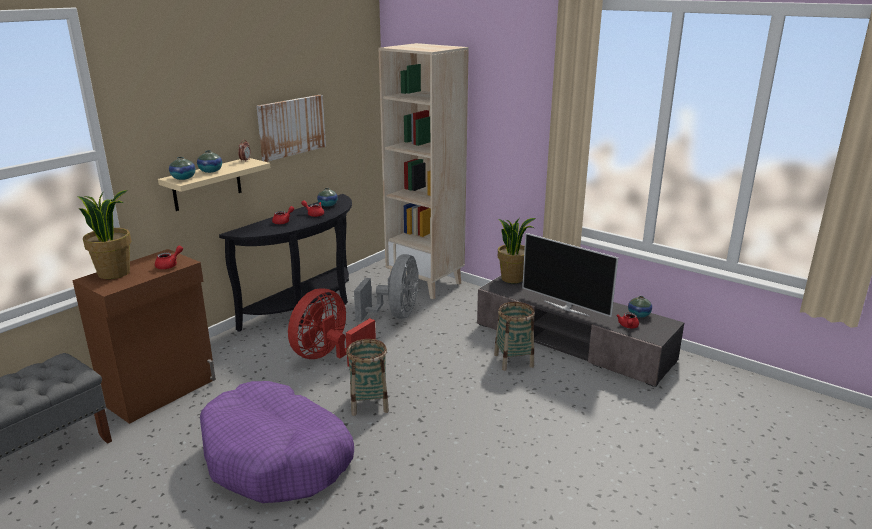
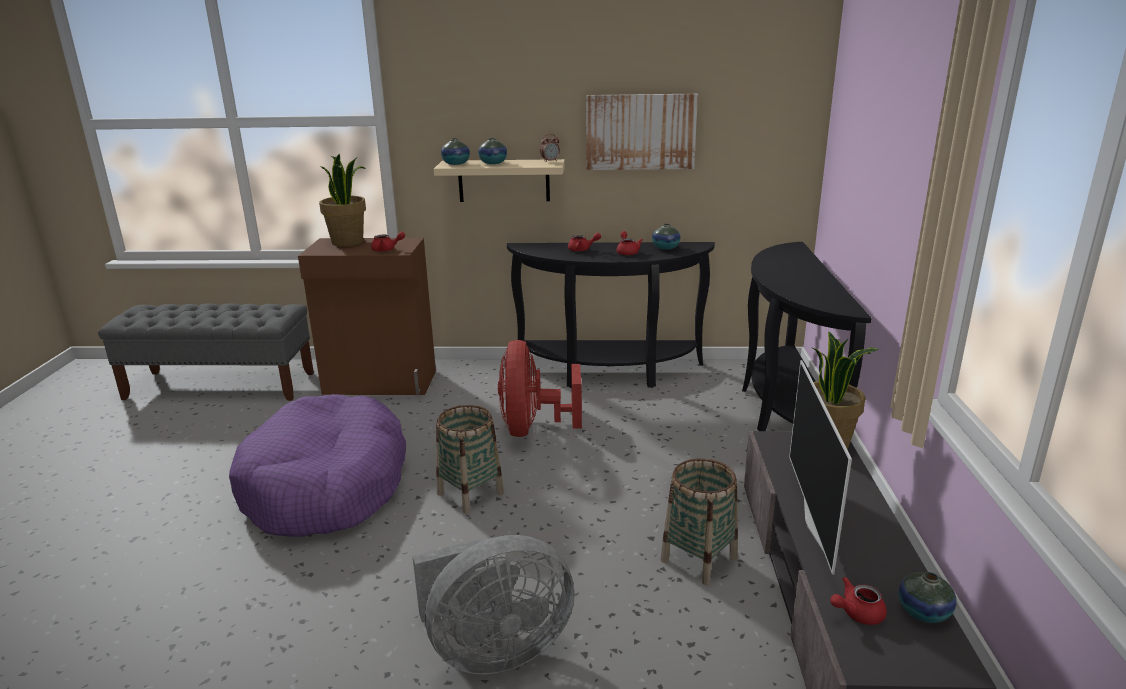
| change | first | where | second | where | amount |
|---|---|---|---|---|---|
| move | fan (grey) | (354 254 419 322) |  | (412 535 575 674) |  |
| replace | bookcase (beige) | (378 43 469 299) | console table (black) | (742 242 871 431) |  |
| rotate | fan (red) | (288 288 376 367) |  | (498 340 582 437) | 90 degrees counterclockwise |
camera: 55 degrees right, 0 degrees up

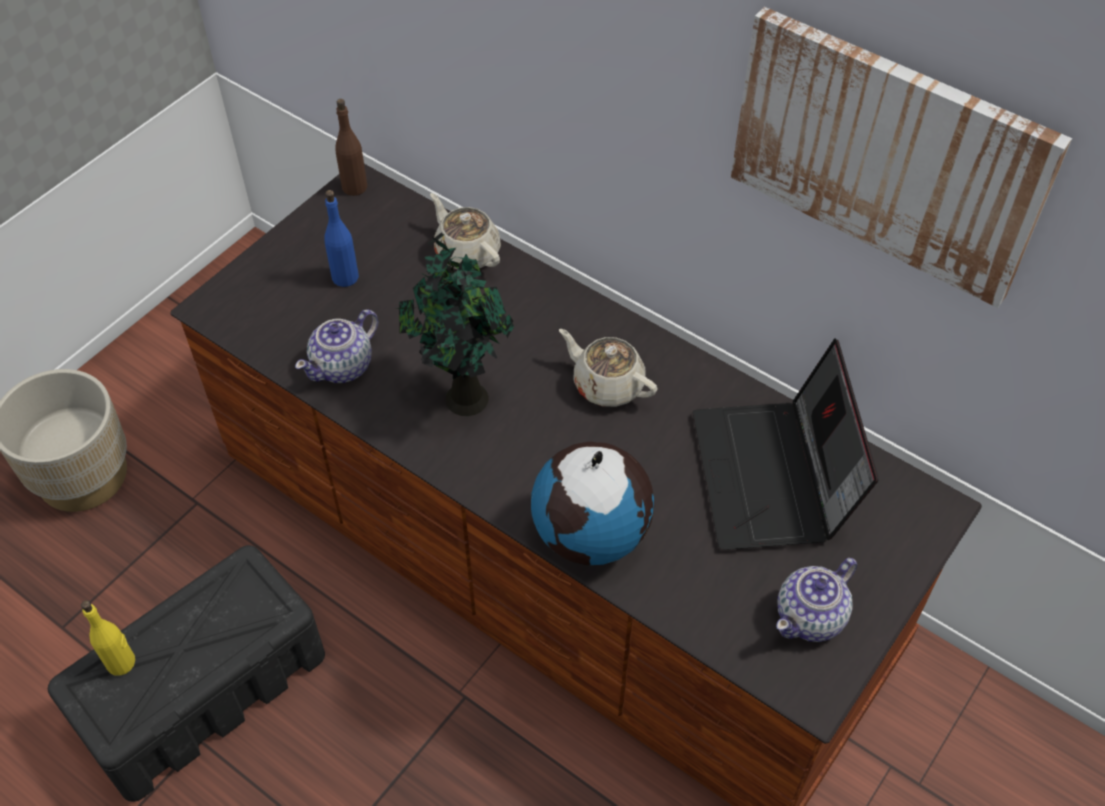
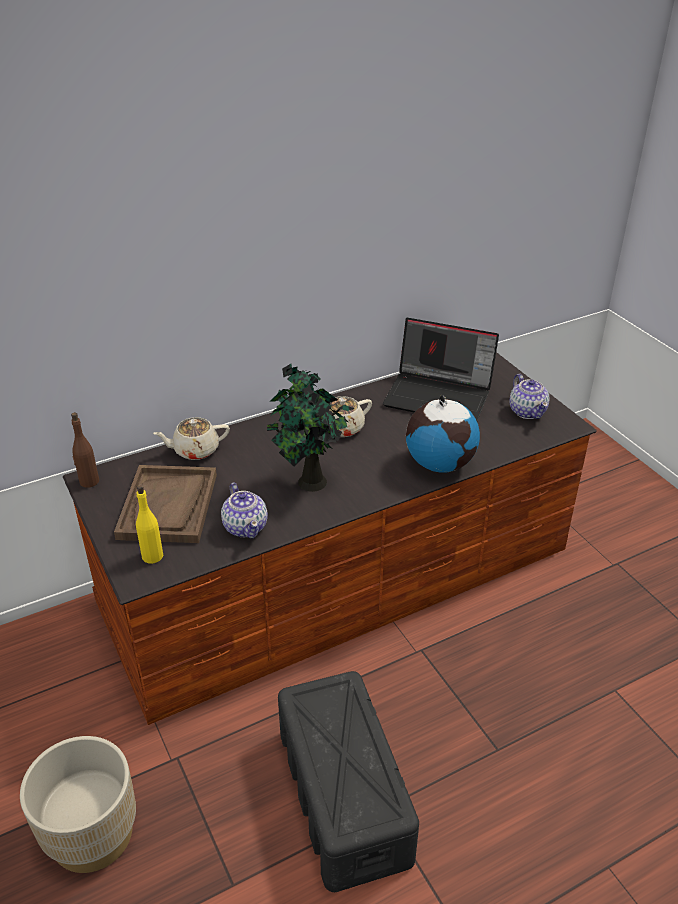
| change | first | where | second | where | amount |
|---|---|---|---|---|---|
| delete | picture | (731 7 1072 308) |  |  |  |
| move | bottle (yellow) | (81 600 135 676) |  | (136 484 163 564) |  |
| replace | bottle (blue) | (324 190 359 287) | tray (brown) | (114 465 217 543) |  |
camera: 65 degrees left, 15 degrees down

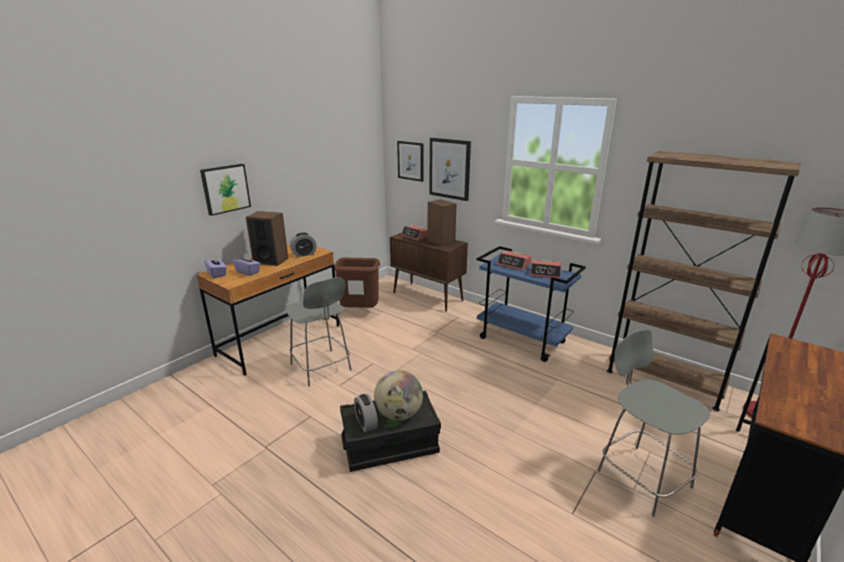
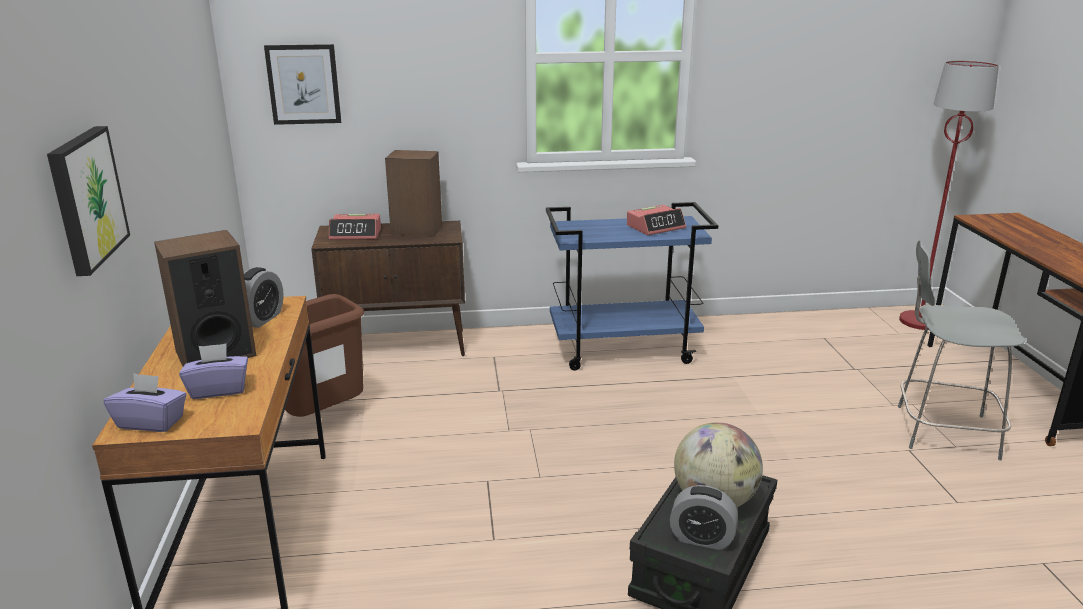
| change | first | where | second | where | amount |
|---|---|---|---|---|---|
| delete | chair (grey) | (285 277 352 387) |  |  |  |
| delete | picture | (429 138 471 201) |  |  |  |
| delete | alarm clock | (497 251 532 270) |  |  |  |
| delete | bookcase (brown) | (607 151 801 411) |  |  |  |
camera: 45 degrees left, 0 degrees up

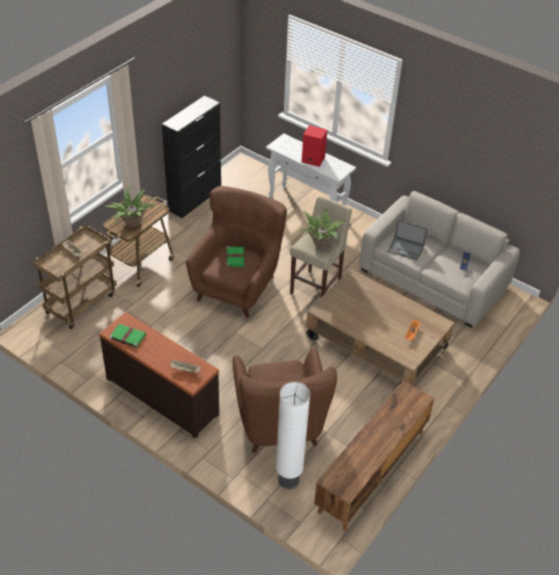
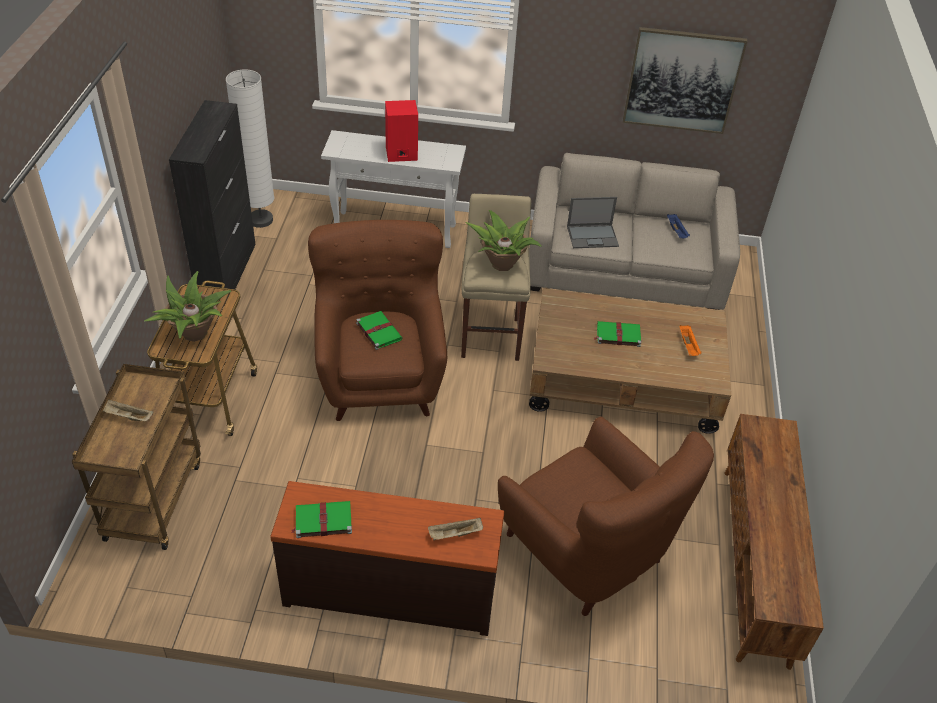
| change | first | where | second | where | amount |
|---|---|---|---|---|---|
| insert |  |  | book (green) | (593 321 642 347) |  |
| insert |  |  | picture | (623 27 747 134) |  |
| move | floor lamp (white) | (276 382 310 489) |  | (226 69 274 228) |  |
camera: 30 degrees left, 0 degrees up

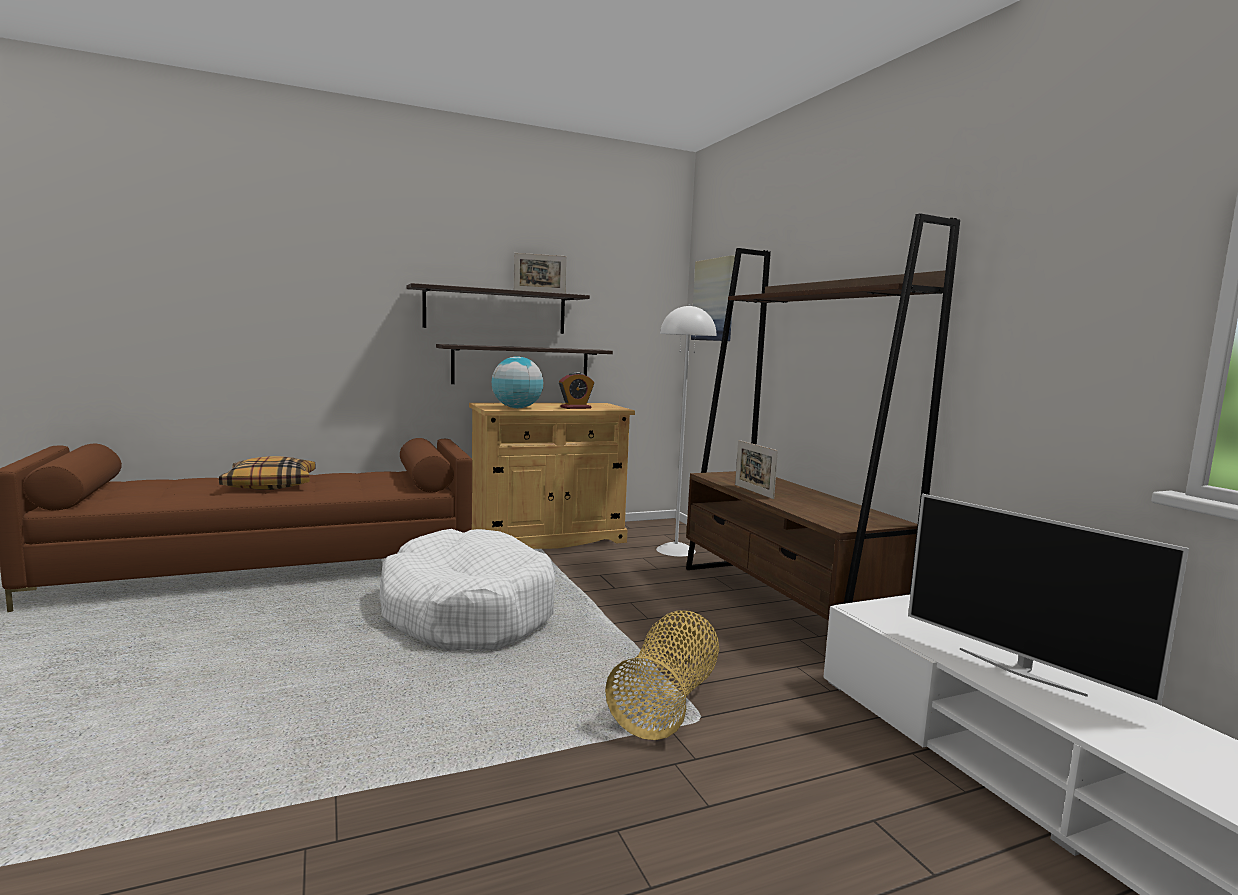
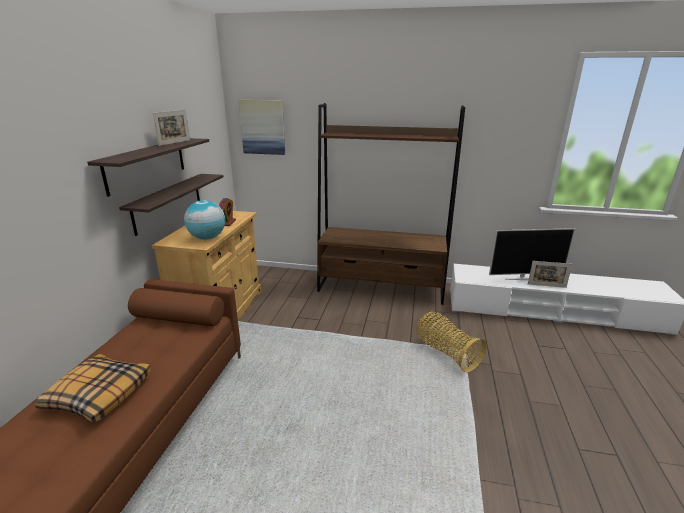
| change | first | where | second | where | amount |
|---|---|---|---|---|---|
| delete | dog bed (white) | (379 529 555 651) |  |  |  |
| delete | floor lamp (white) | (656 304 716 557) |  |  |  |
| move | picture frame | (735 440 778 499) |  | (528 261 572 288) |  |
camera: 55 degrees left, 15 degrees up

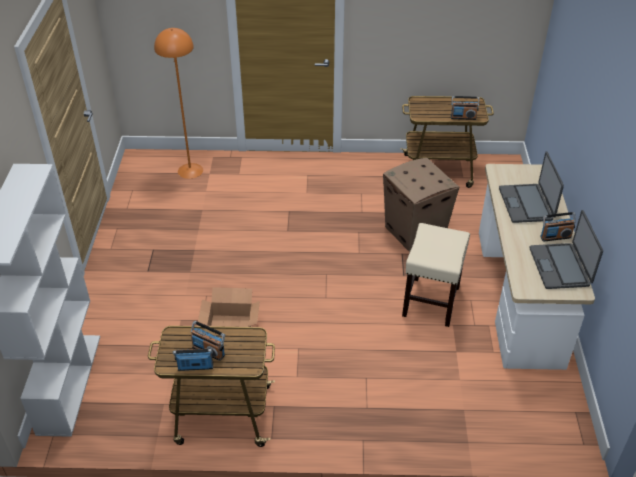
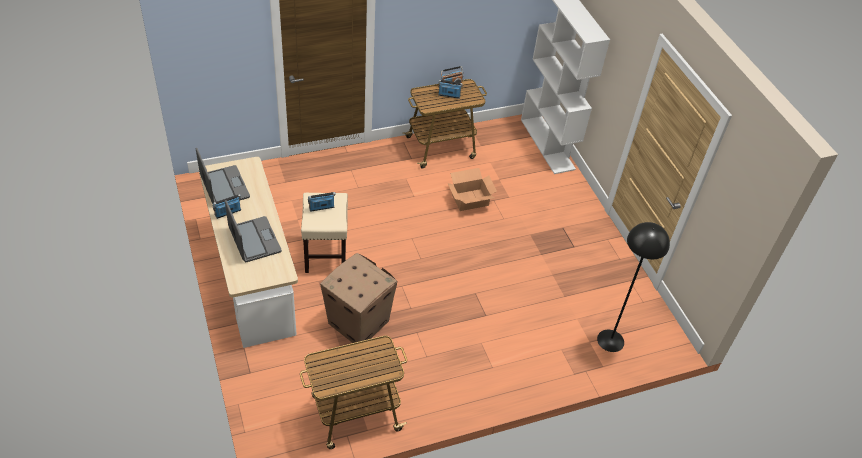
| change | first | where | second | where | amount |
|---|---|---|---|---|---|
| move | radio | (451 96 480 120) |  | (308 192 335 212) |  |
| recolor | floor lamp (orange) | (154 28 203 179) | floor lamp (black) | (597 222 670 352) |  |
camera: 155 degrees right, 5 degrees up

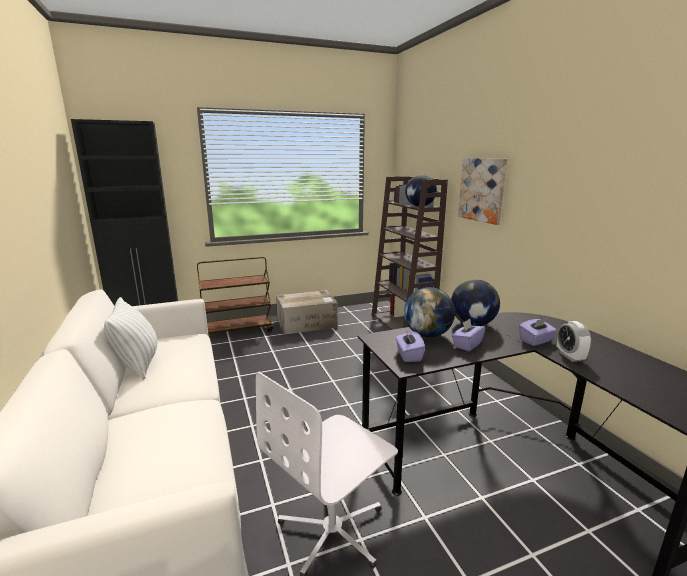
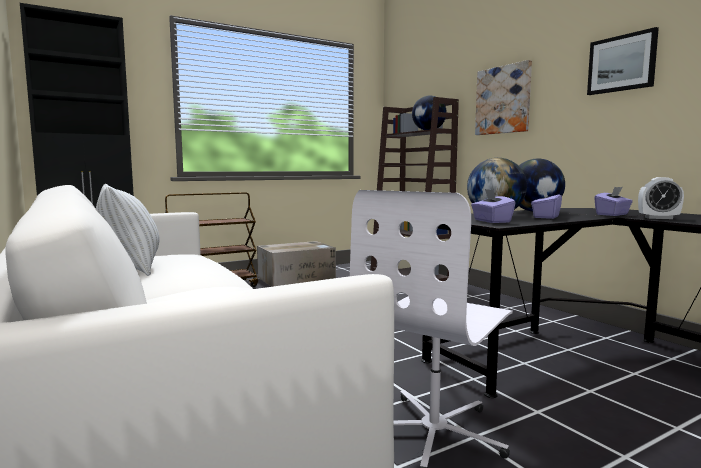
| change | first | where | second | where | amount |
|---|---|---|---|---|---|
| insert |  |  | picture | (587 27 659 95) |  |
| rotate | alarm clock | (557 321 591 362) |  | (638 177 684 219) | 60 degrees counterclockwise |
camera: 10 degrees left, 10 degrees down

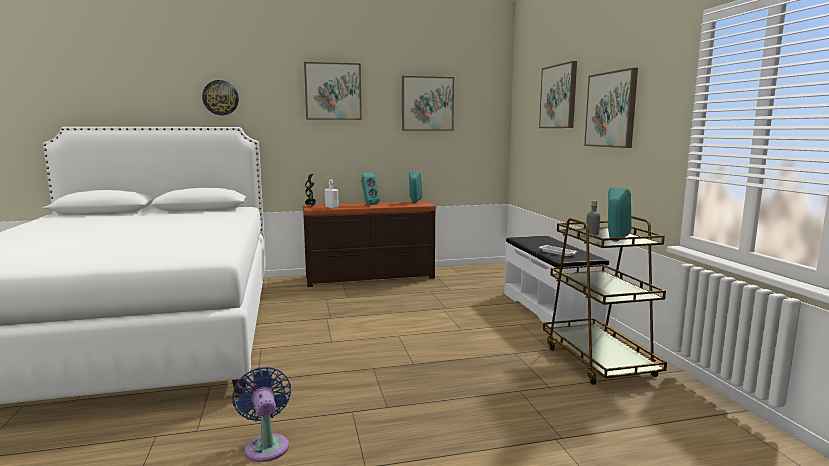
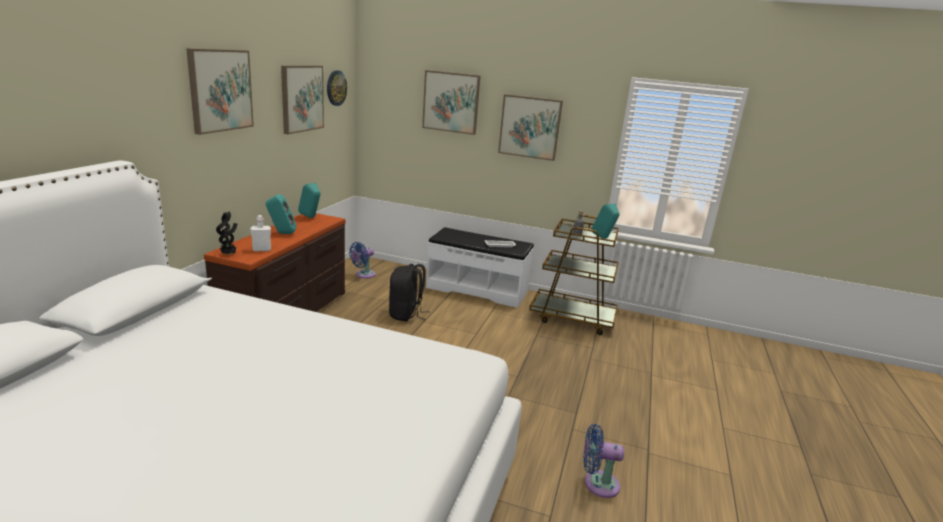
| change | first | where | second | where | amount |
|---|---|---|---|---|---|
| insert |  |  | fan (blue) | (349 242 376 278) |  |
| insert |  |  | backpack (black) | (389 264 429 321) |  |
| move | wall clock | (202 80 239 115) |  | (327 70 347 106) |  |
camera: 60 degrees left, 10 degrees up

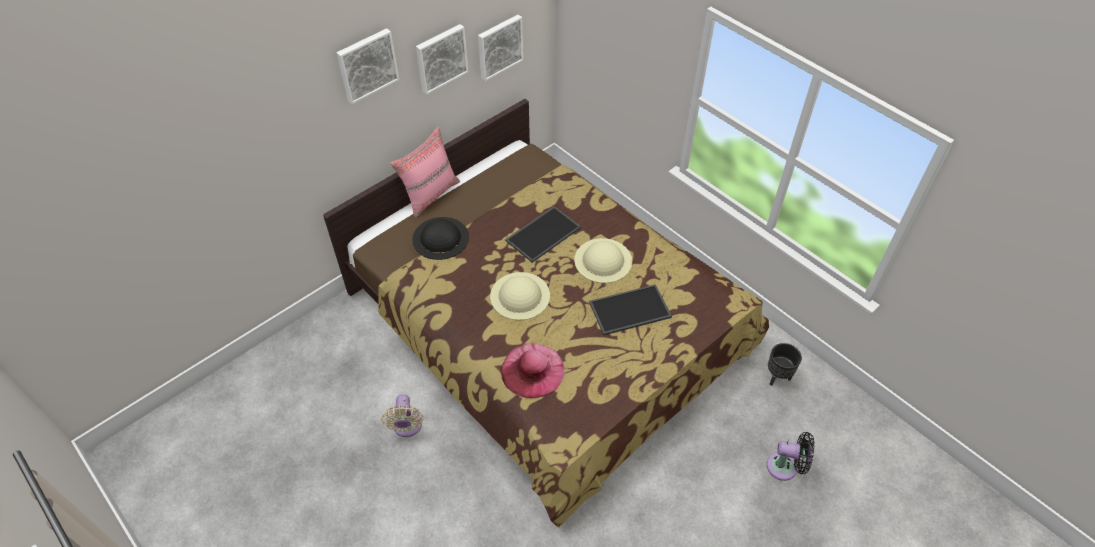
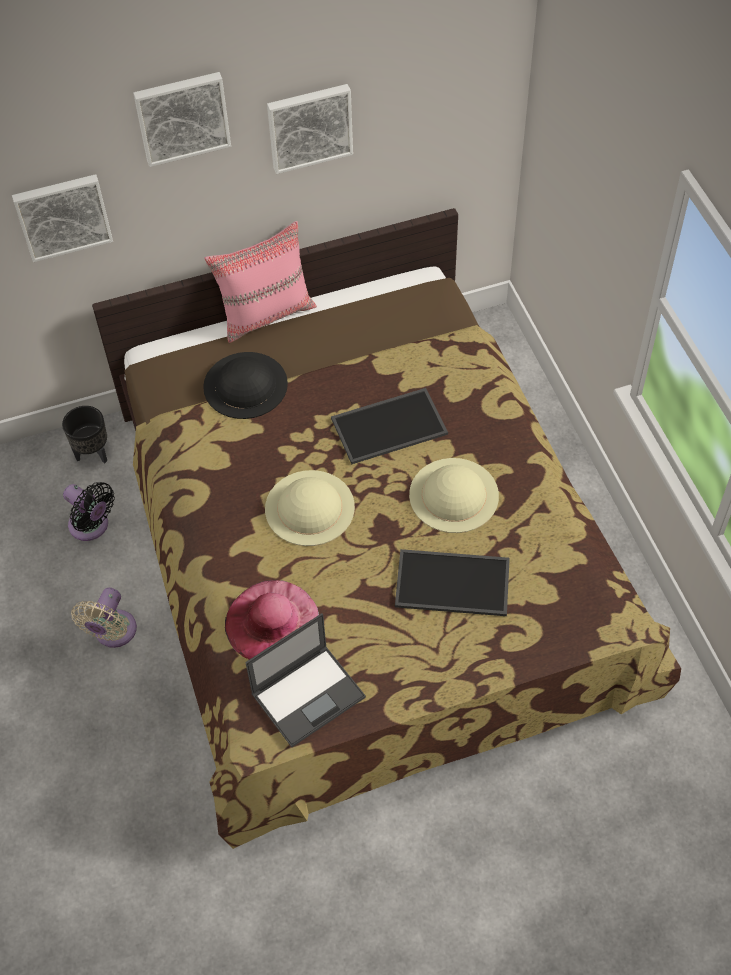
| change | first | where | second | where | amount |
|---|---|---|---|---|---|
| insert |  |  | laptop | (245 613 366 747) |  |
| move | picture | (478 15 523 81) |  | (12 174 113 262) |  |
| move | fan (black) | (766 432 814 481) |  | (63 482 115 541) |  |
| move | planter (black) | (768 343 802 386) |  | (62 406 107 463) |  |
camera: 25 degrees right, 5 degrees up

